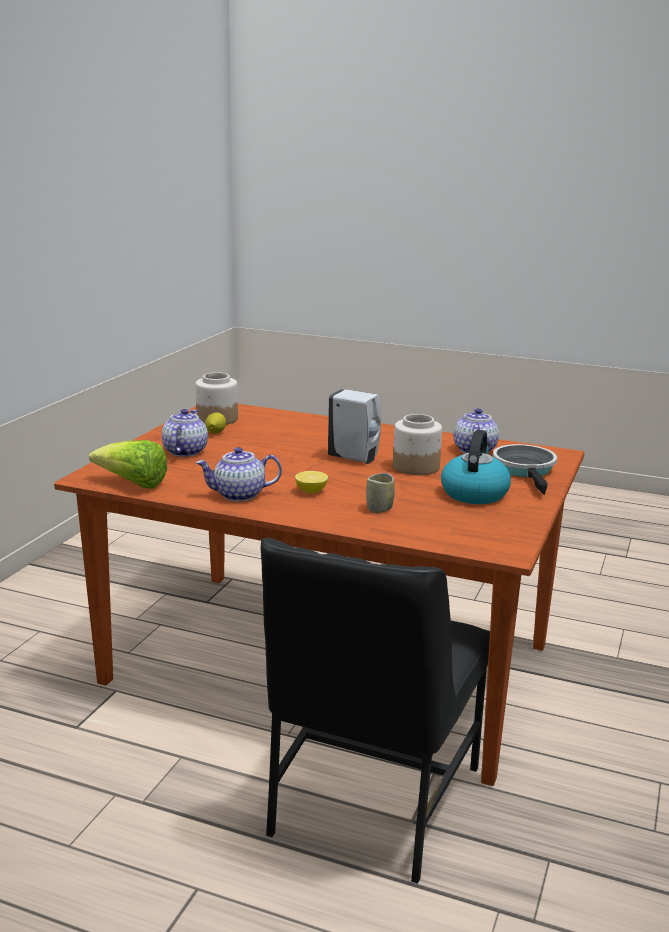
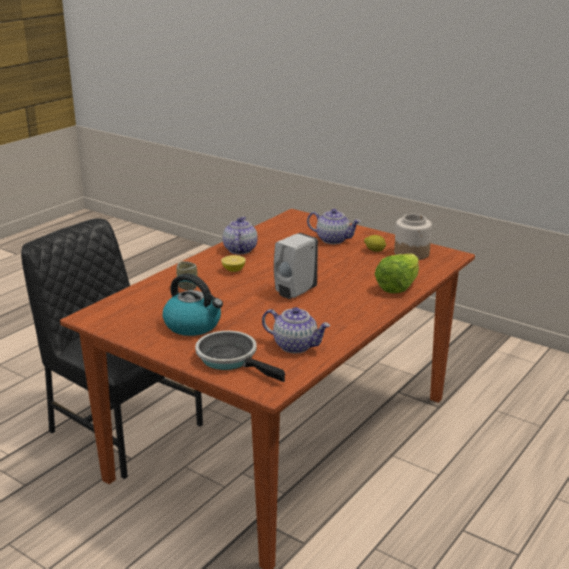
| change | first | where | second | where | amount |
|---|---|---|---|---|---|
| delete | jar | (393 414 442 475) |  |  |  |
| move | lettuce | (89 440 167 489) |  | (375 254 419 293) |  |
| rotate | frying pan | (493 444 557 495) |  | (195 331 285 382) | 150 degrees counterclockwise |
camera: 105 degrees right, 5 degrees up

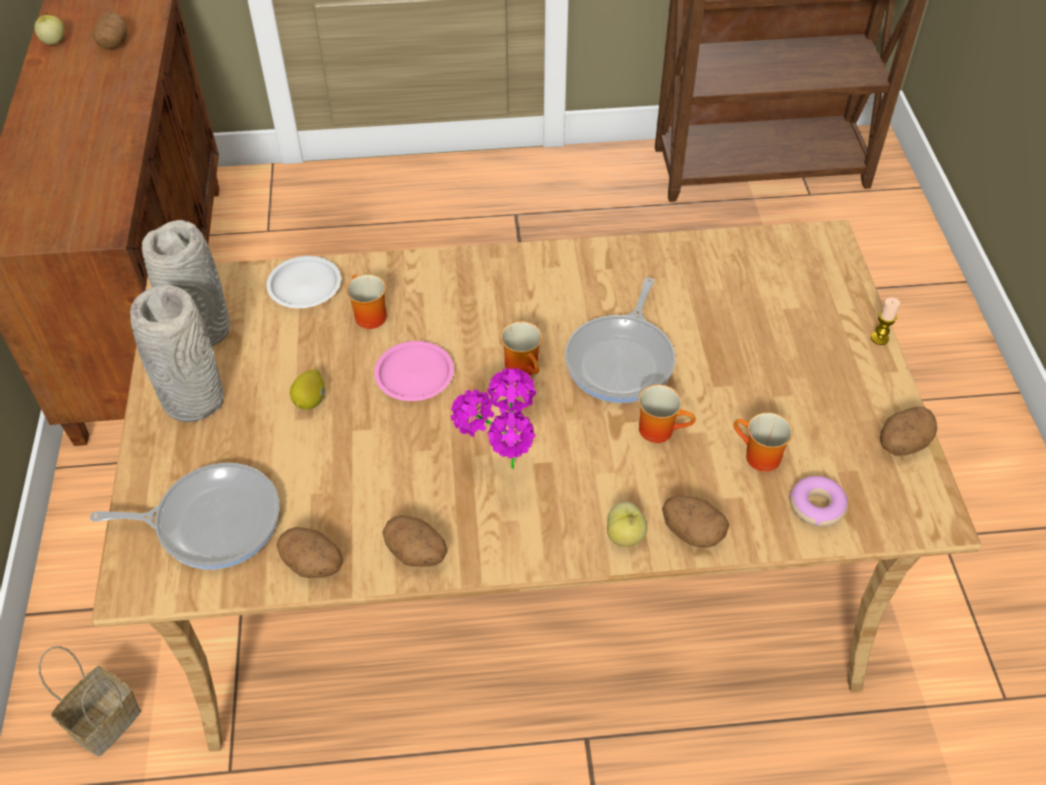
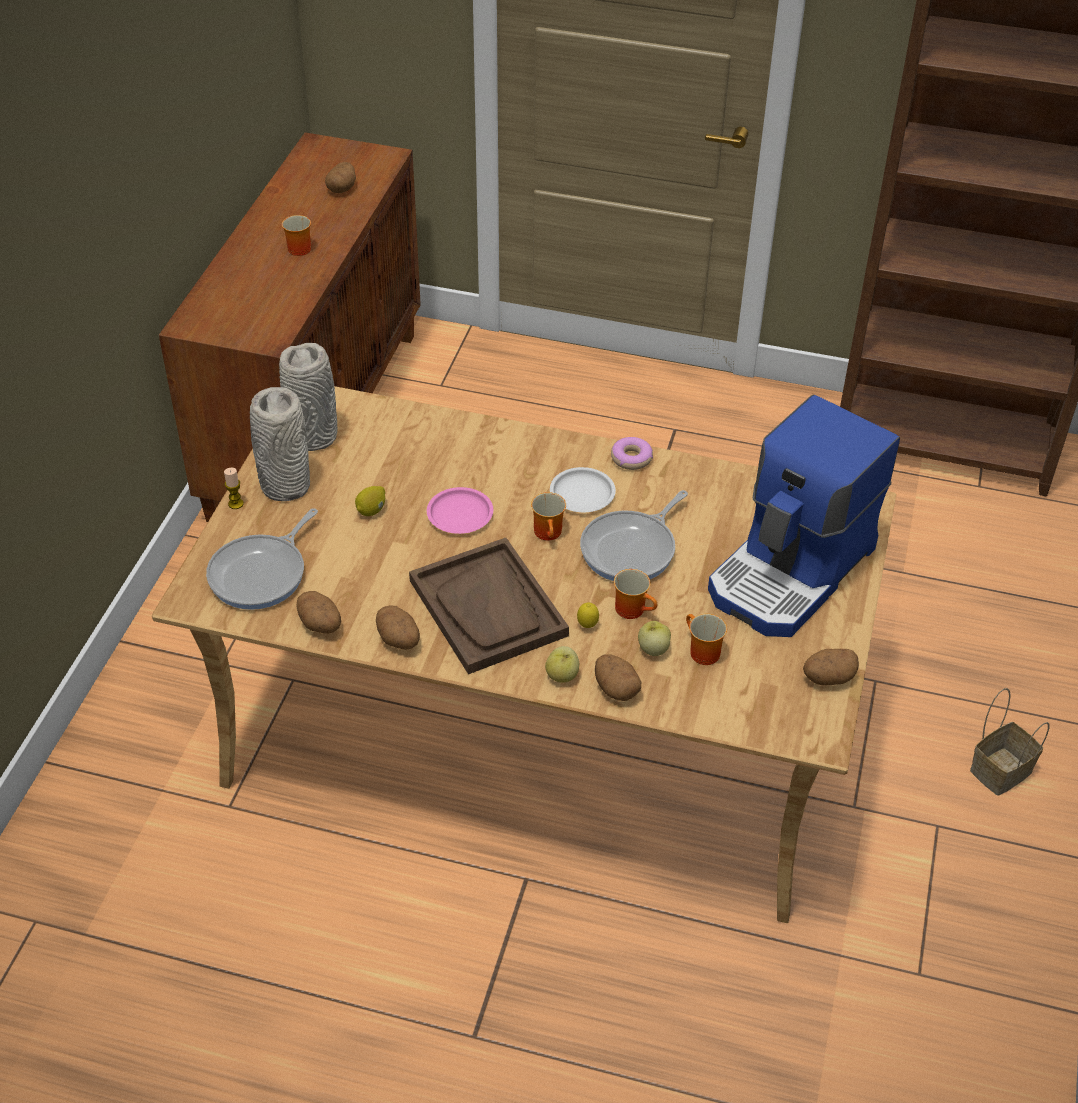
| change | first | where | second | where | amount |
|---|---|---|---|---|---|
| insert |  |  | lemon | (577 603 599 628) |  |
| insert |  |  | coffee machine | (708 394 900 637) |  |
| move | apple | (34 15 64 45) |  | (638 621 671 656) |  |
| move | basket | (38 646 141 757) |  | (970 688 1050 796) |  |
| move | plate (white) | (266 256 341 308) |  | (550 467 616 512) |  |
| move | mug | (346 274 387 329) |  | (282 215 311 256) |  |
| move | donut | (789 476 848 527) |  | (611 437 653 470) |  |
| move | candle | (871 298 900 345) |  | (224 468 244 509) |  |
| replace | potted plant | (451 368 536 469) | tray (brown) | (409 538 569 674) |  |
| rotate | frying pan | (90 463 280 570) |  | (206 508 318 610) | 105 degrees clockwise |
camera: 20 degrees right, 5 degrees down

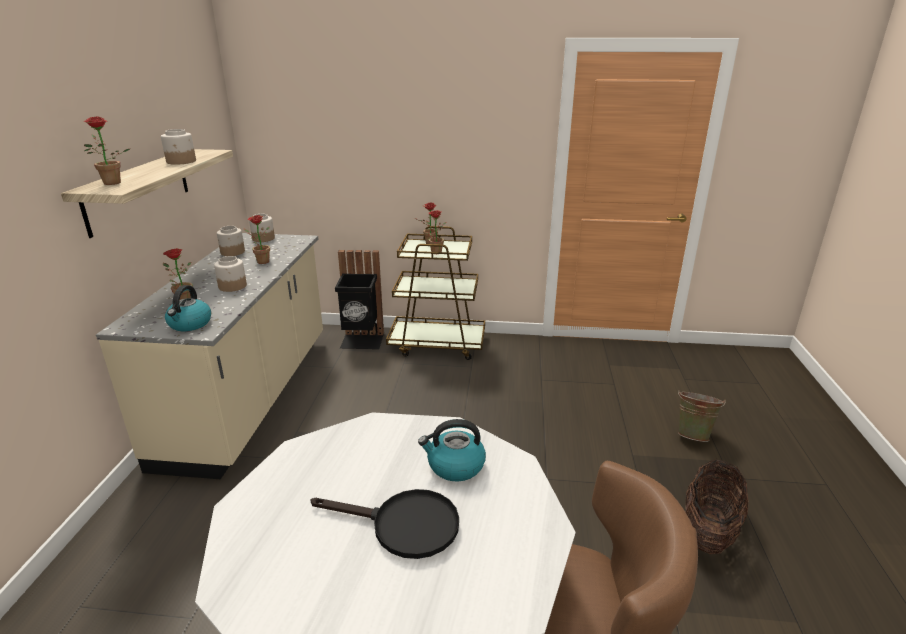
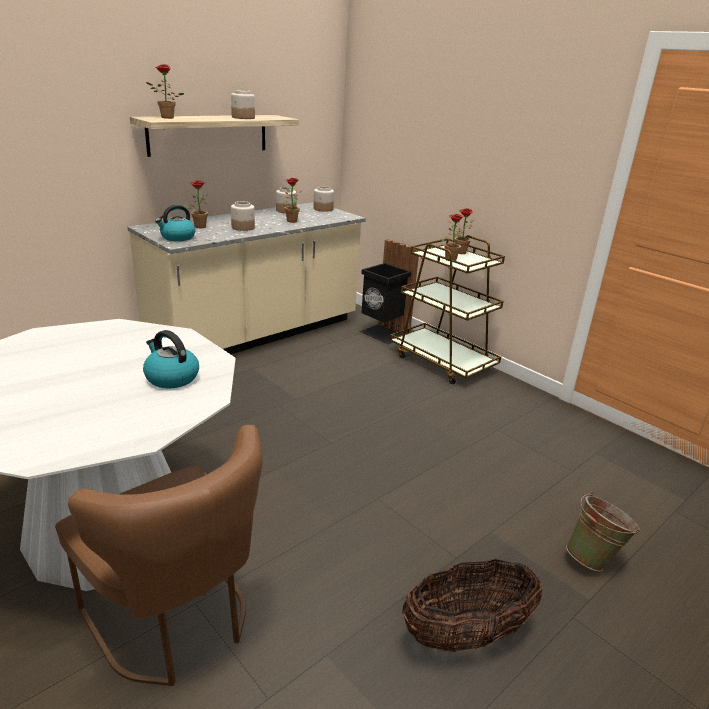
| change | first | where | second | where | amount |
|---|---|---|---|---|---|
| delete | frying pan (black) | (311 489 459 559) |  |  |  |
camera: 40 degrees right, 0 degrees up

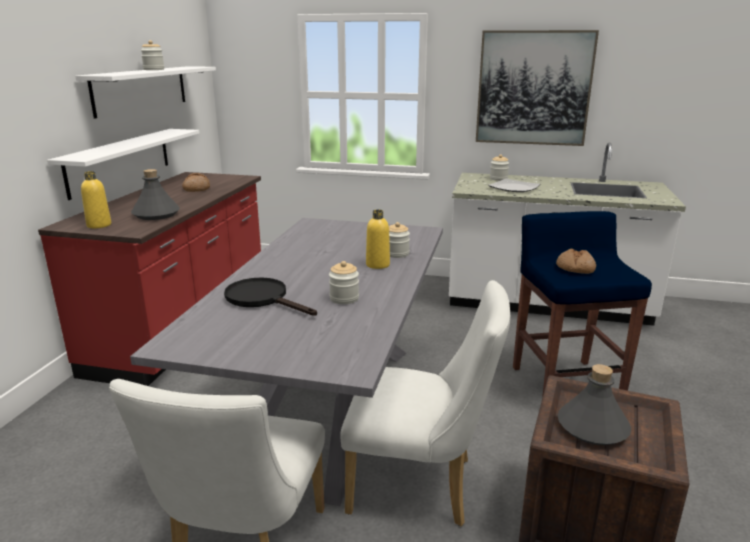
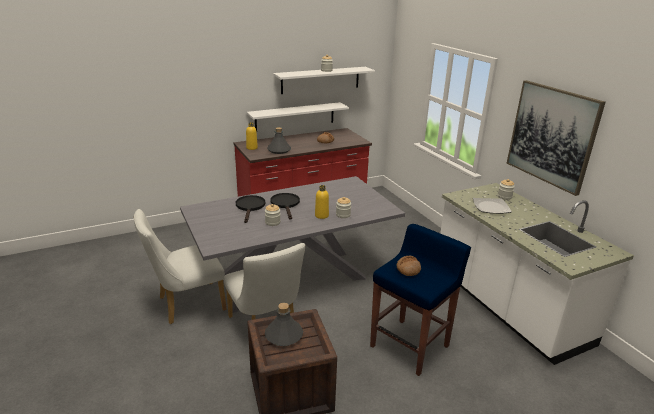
| change | first | where | second | where | amount |
|---|---|---|---|---|---|
| insert |  |  | frying pan (black) | (270 193 300 220) |  |
camera: 50 degrees right, 5 degrees up

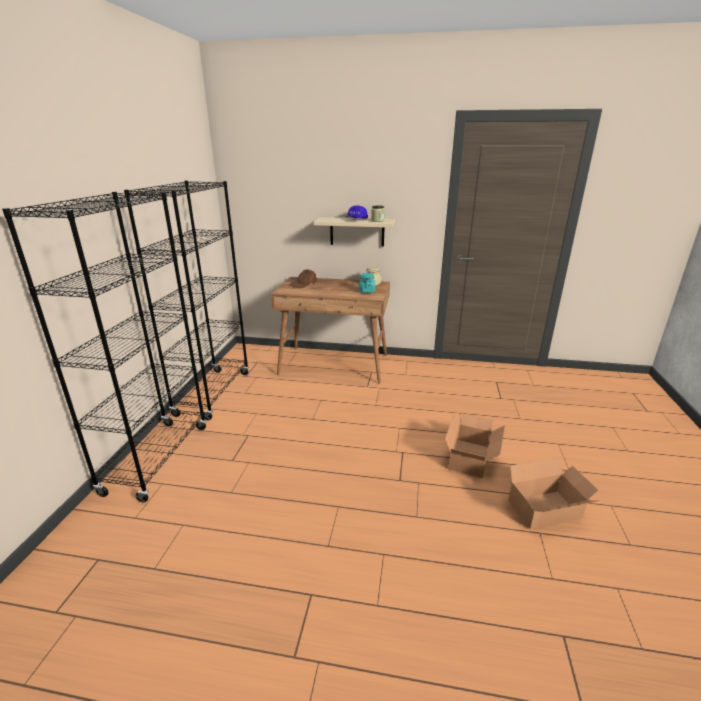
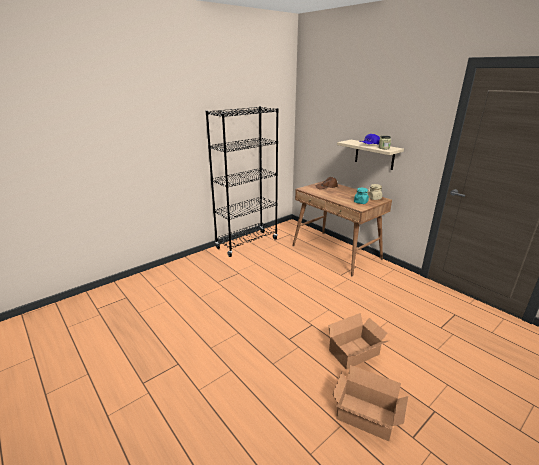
| change | first | where | second | where | amount |
|---|---|---|---|---|---|
| delete | bookcase (black) | (2 192 206 502) |  |  |  |
camera: 40 degrees right, 0 degrees up

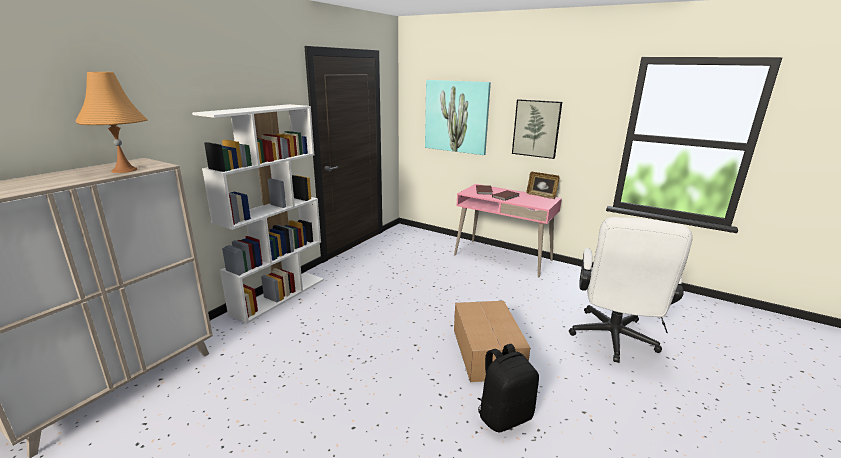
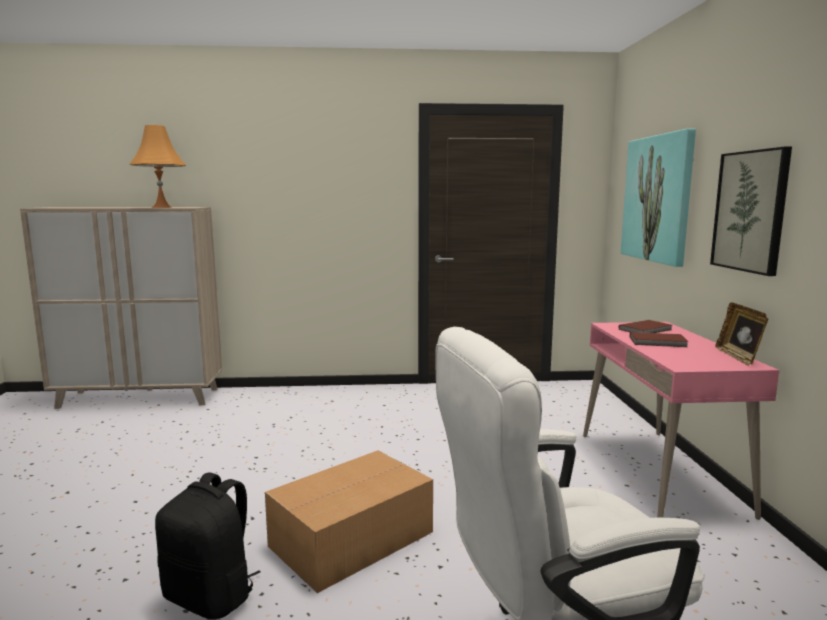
| change | first | where | second | where | amount |
|---|---|---|---|---|---|
| delete | bookcase (white) | (192 104 324 323) |  |  |  |
camera: 55 degrees right, 10 degrees down

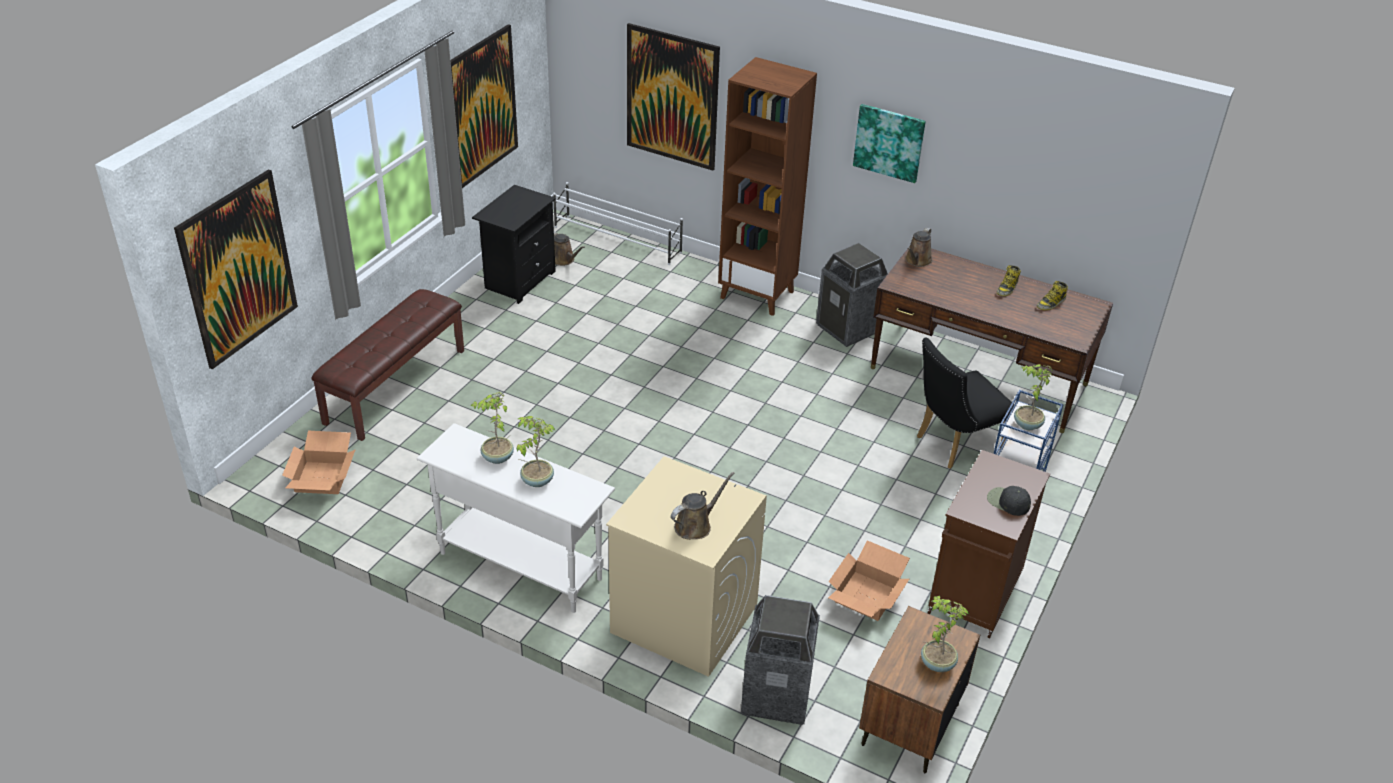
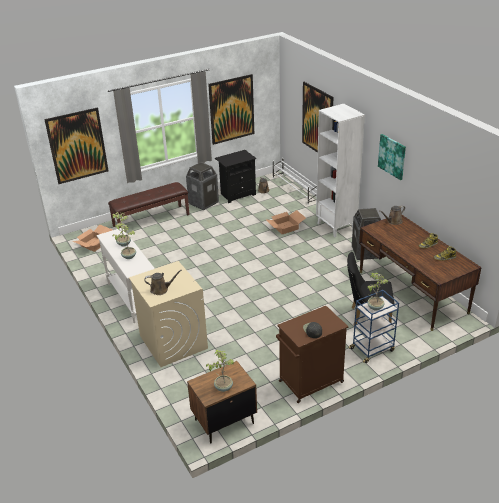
| change | first | where | second | where | amount |
|---|---|---|---|---|---|
| move | trash can | (741 595 820 725) |  | (186 162 219 211) |  |
| move | cardboard box | (828 540 910 621) |  | (265 210 306 234) |  |
| recolor | bookcase (brown) | (718 57 817 316) | bookcase (white) | (316 104 365 237) |  |
camera: 35 degrees right, 5 degrees down

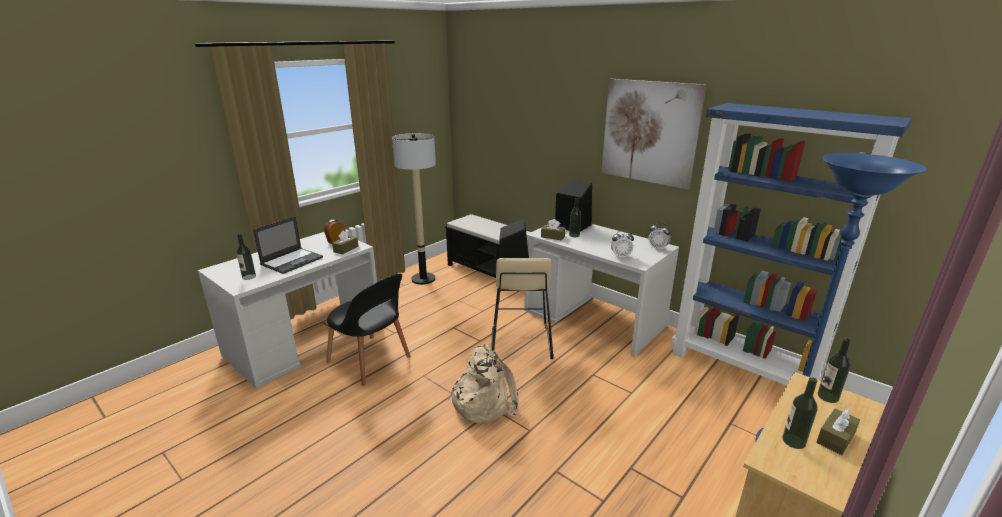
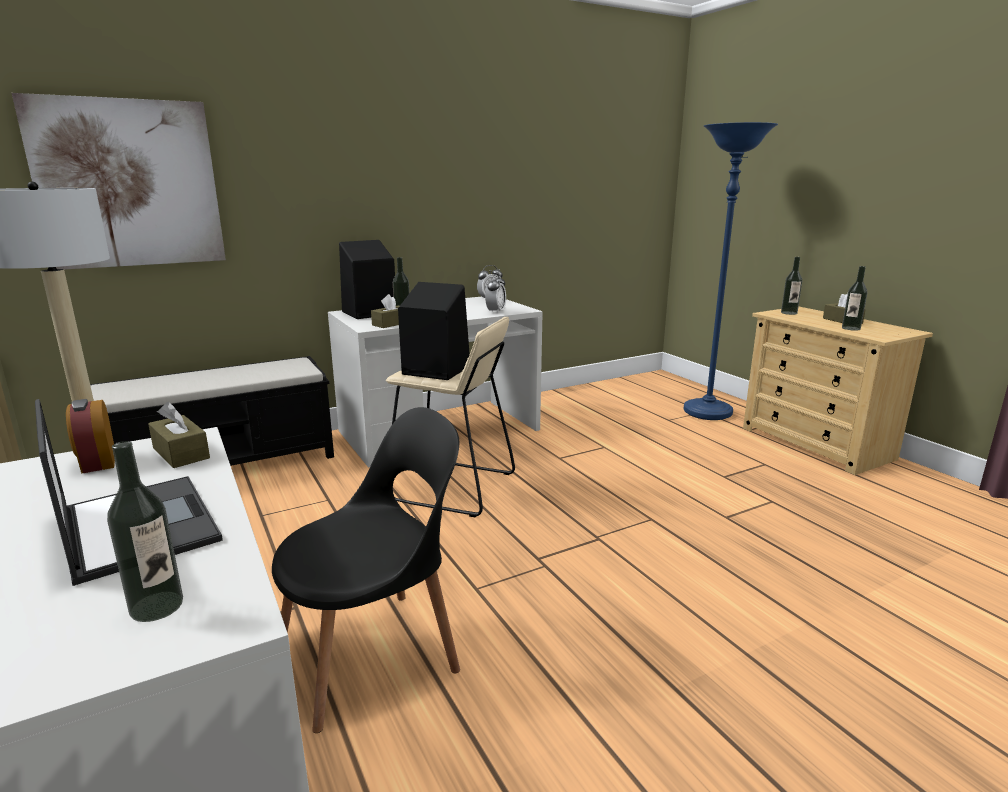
| change | first | where | second | where | amount |
|---|---|---|---|---|---|
| delete | backpack (beige) | (447 344 519 424) |  |  |  |
| delete | bookcase (blue) | (671 103 912 386) |  |  |  |
| move | picture | (601 79 706 189) |  | (12 93 226 270) |  |
camera: 70 degrees left, 5 degrees down

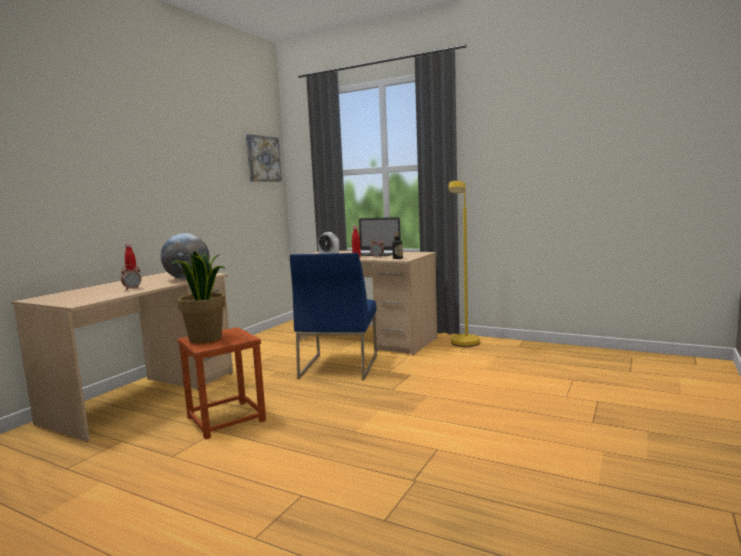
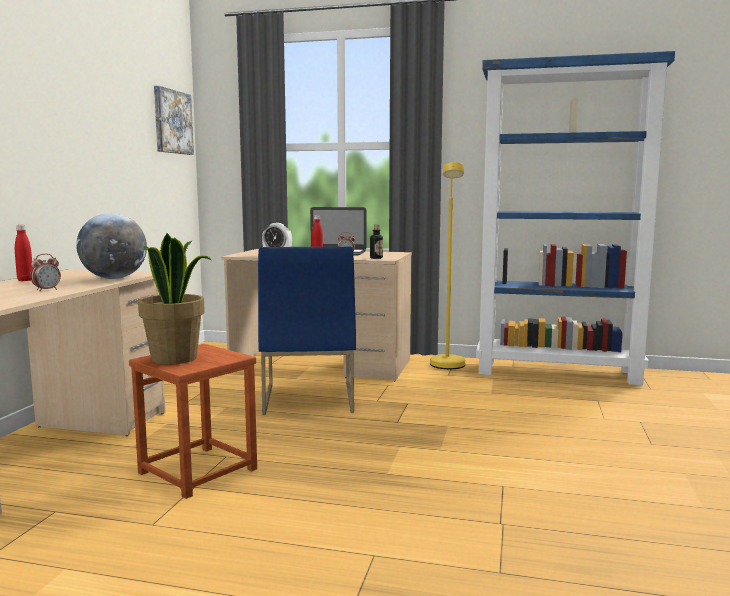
| change | first | where | second | where | amount |
|---|---|---|---|---|---|
| insert |  |  | bookcase (blue) | (476 51 675 385) |  |
camera: 15 degrees left, 0 degrees up

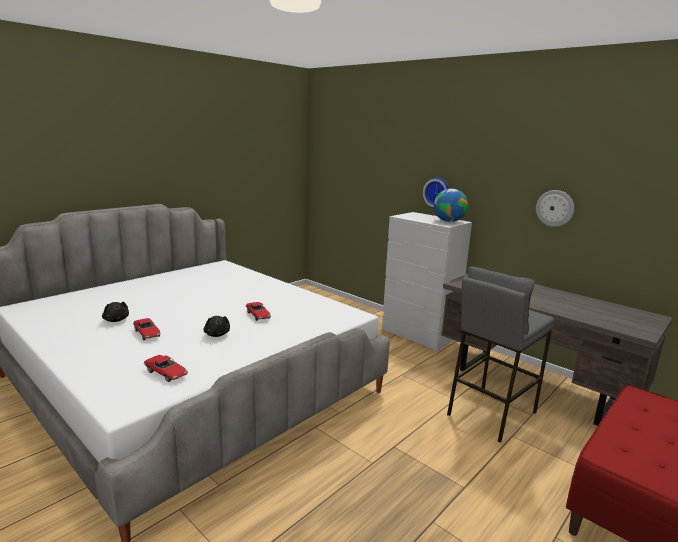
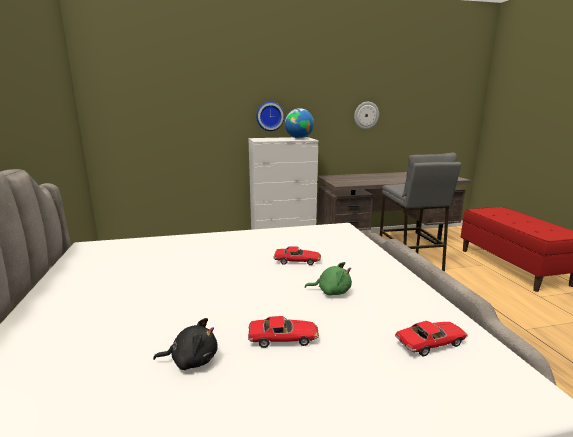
| change | first | where | second | where | amount |
|---|---|---|---|---|---|
| recolor | plush toy (black) | (204 316 230 337) | plush toy (green) | (305 262 352 295) |  |
camera: 55 degrees left, 0 degrees up

